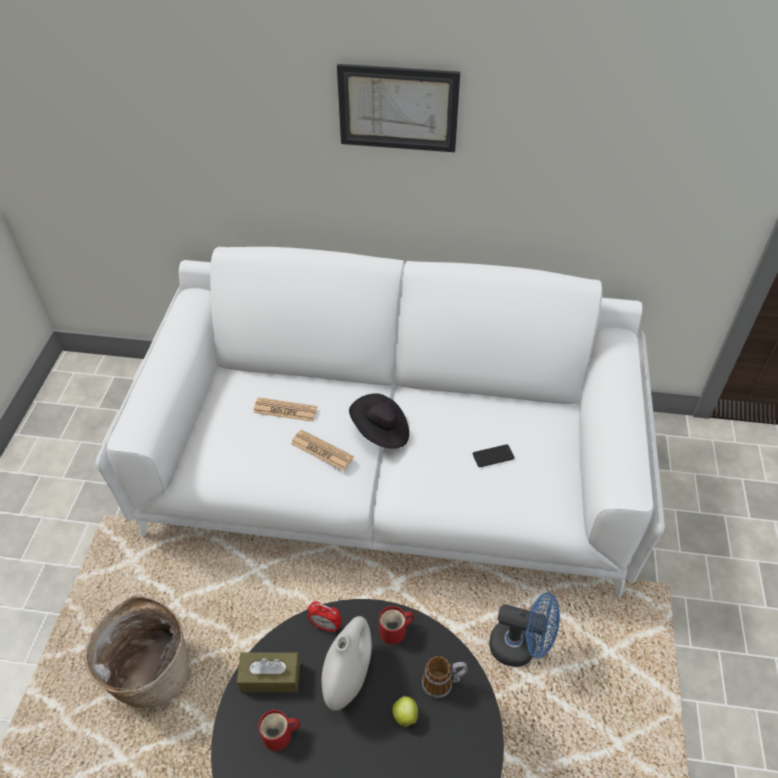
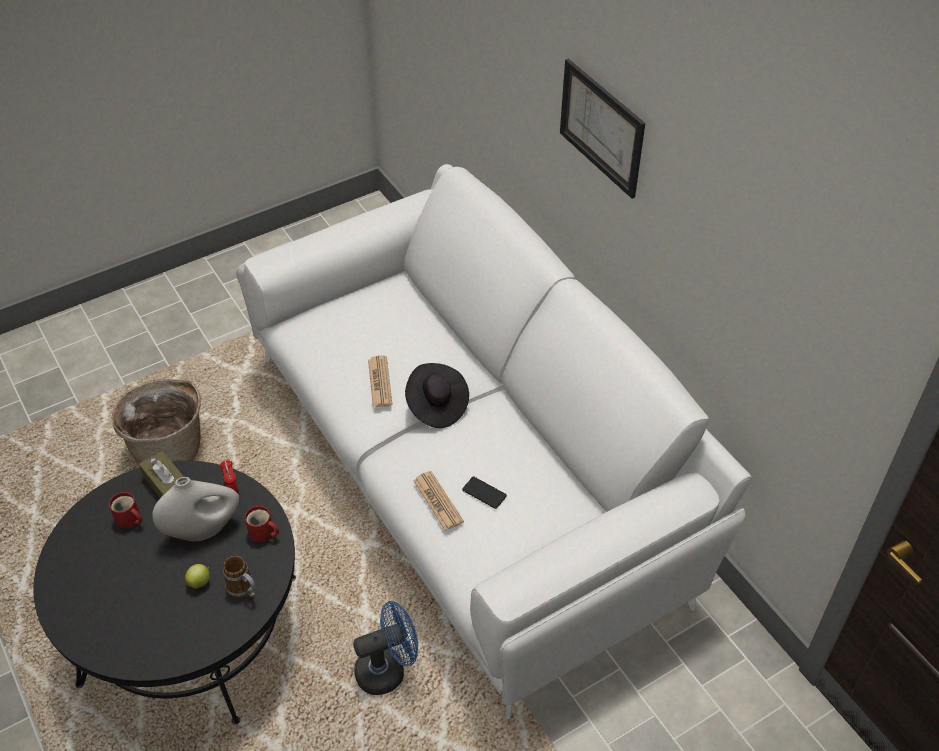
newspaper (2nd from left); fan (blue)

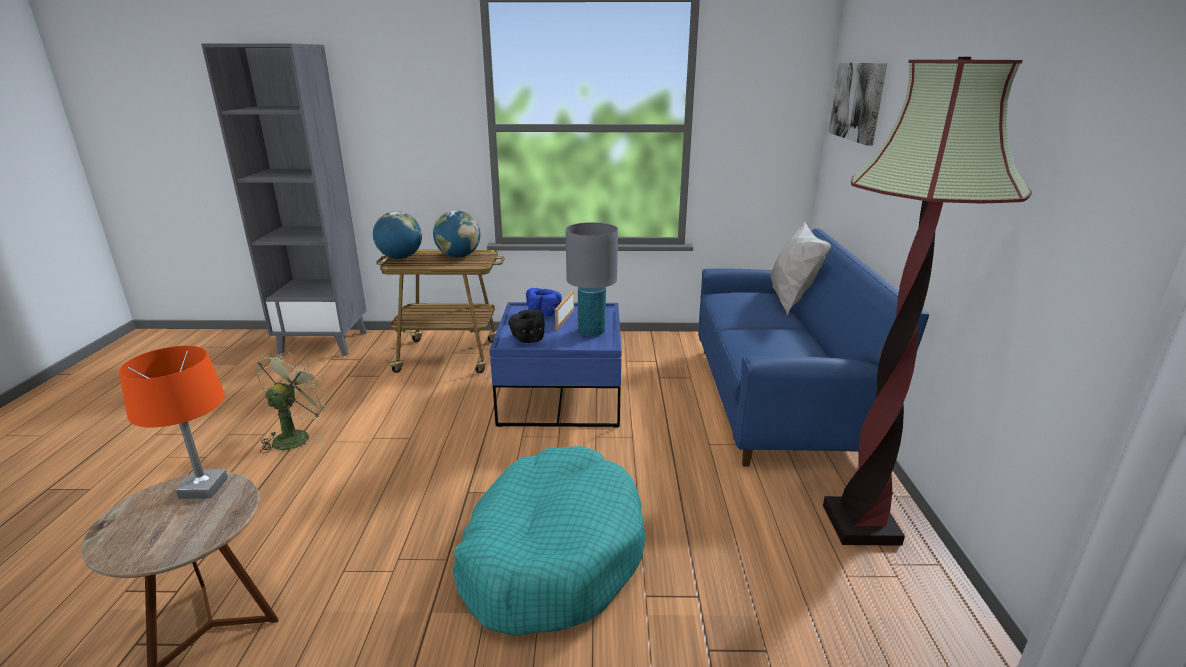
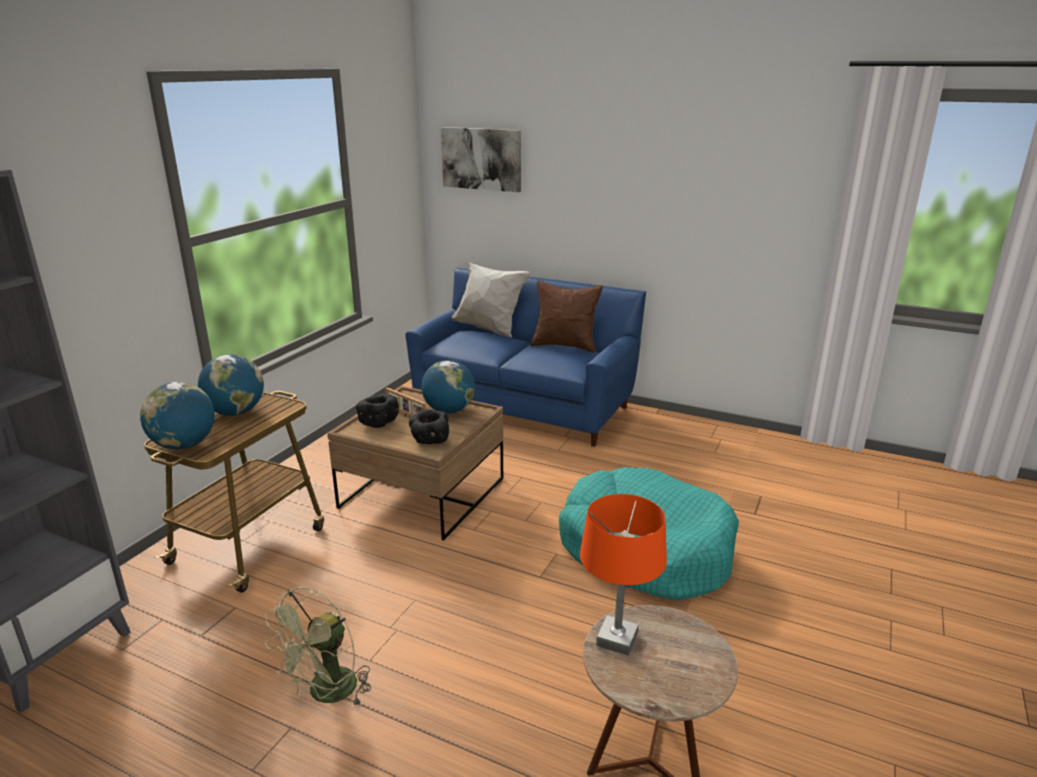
fan (green); coffee table (brown); bowl (black) (1st from left); globe (3rd from left); floor lamp; pillow (brown)

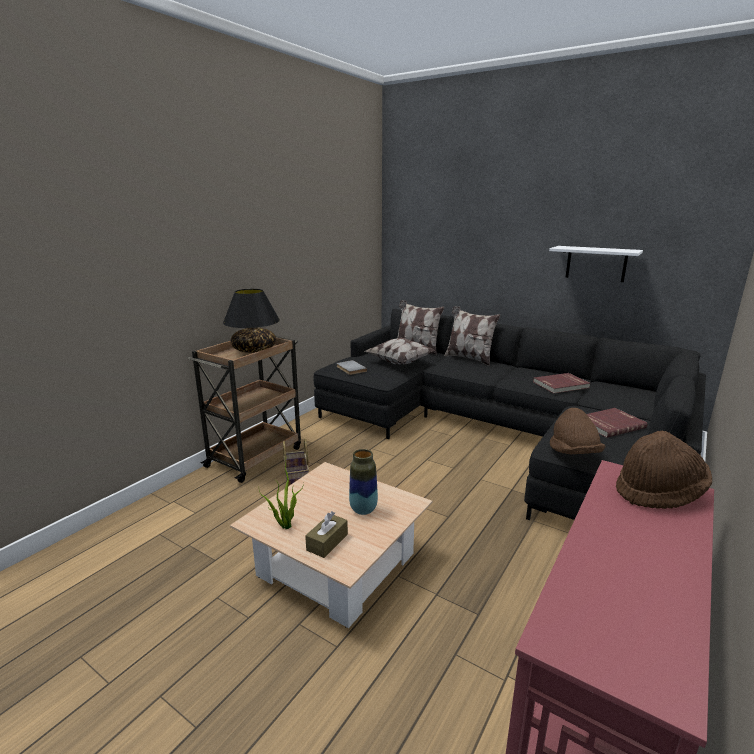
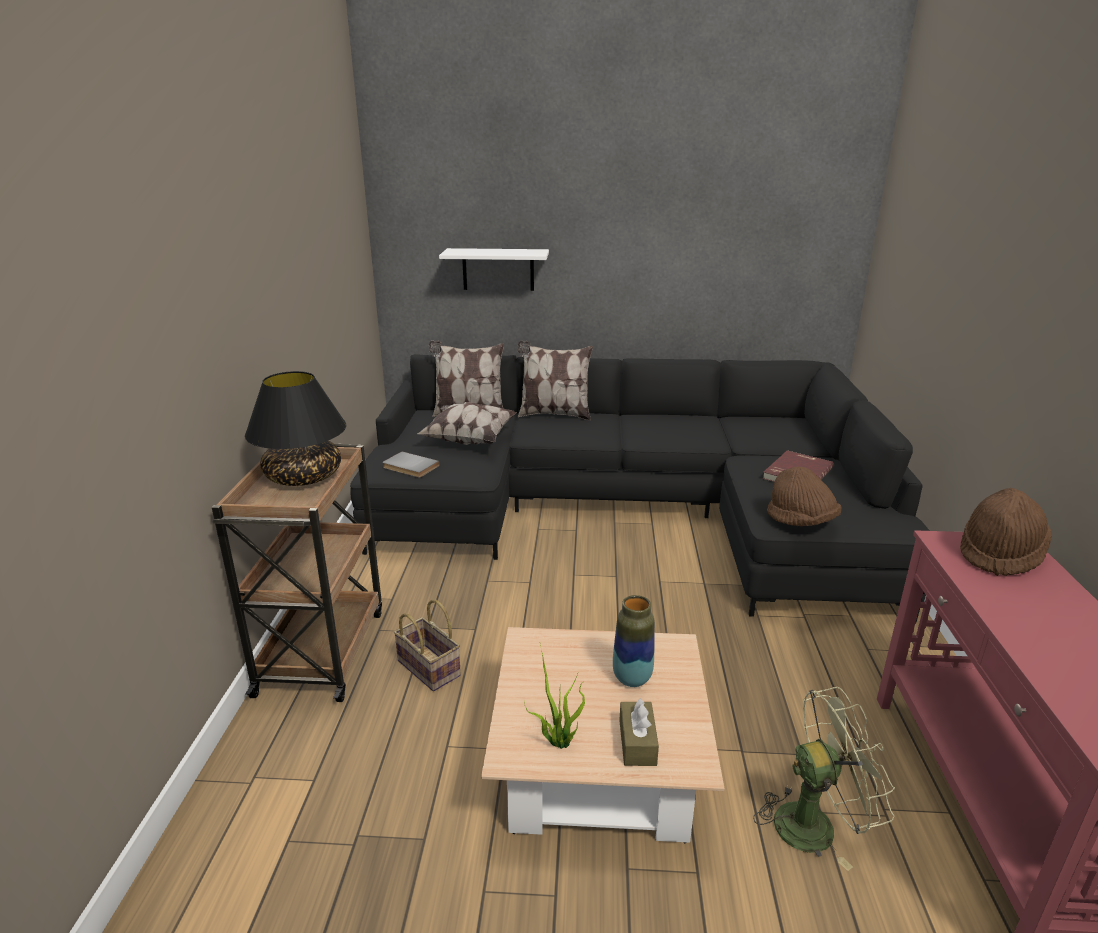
book (red) (1st from left in the first image); shelf (white); fan (green)

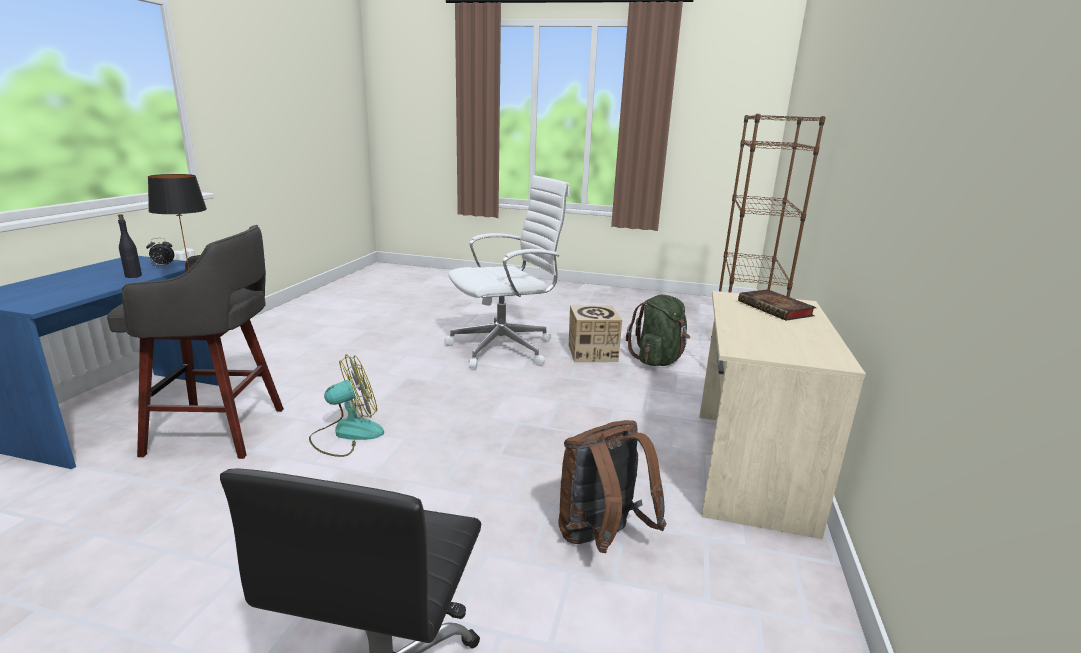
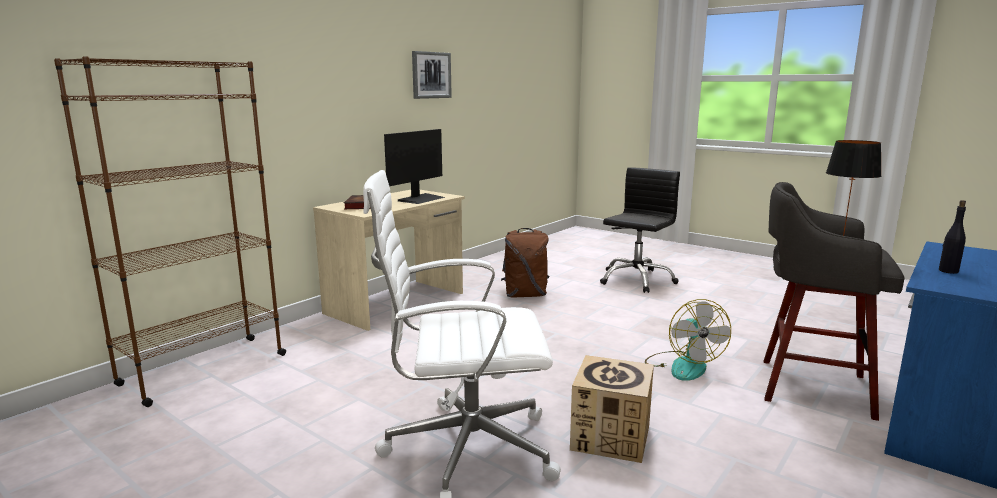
alarm clock; fan; cardboard box; backpack (green); monitor; picture

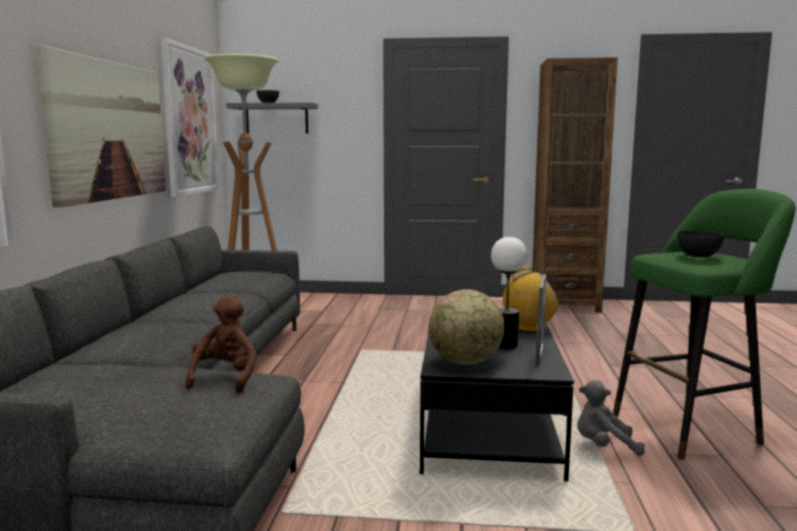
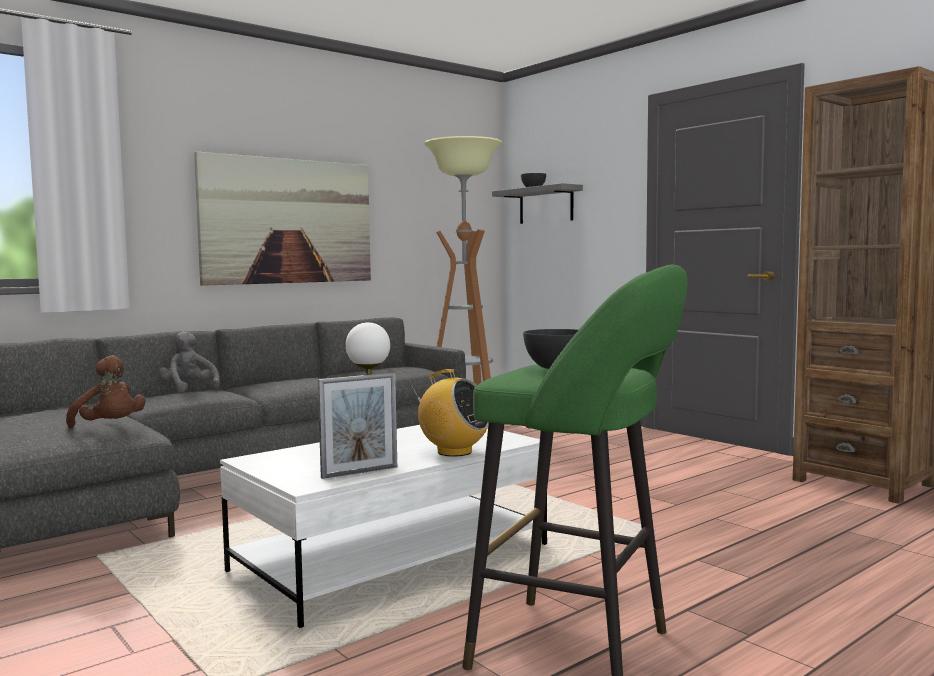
picture (2nd from left in the first image); plush toy (brown); coffee table (white); globe; plush toy (grey)

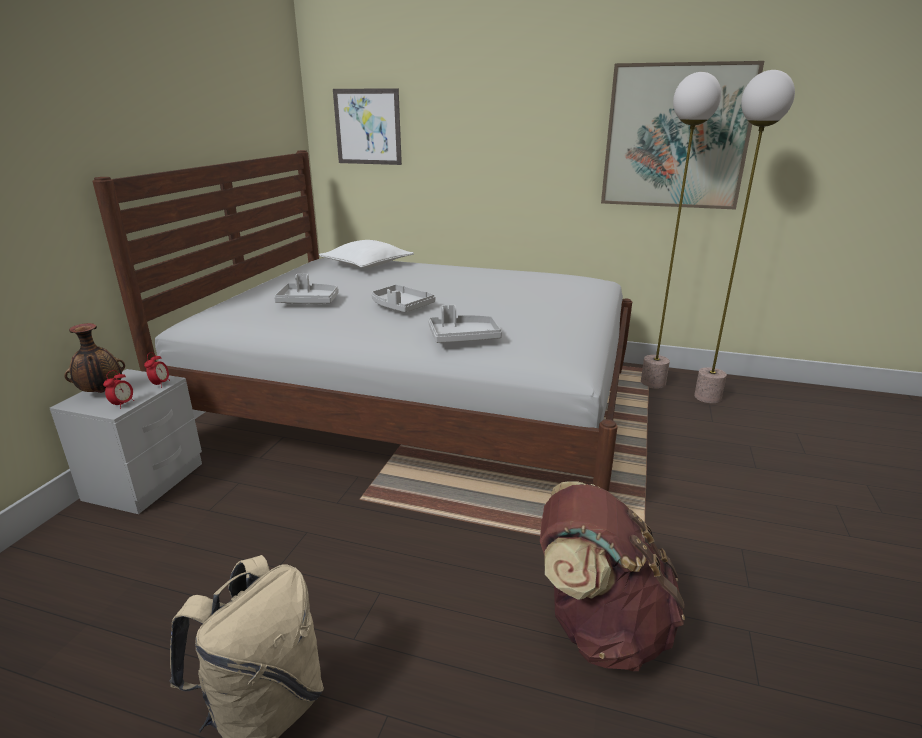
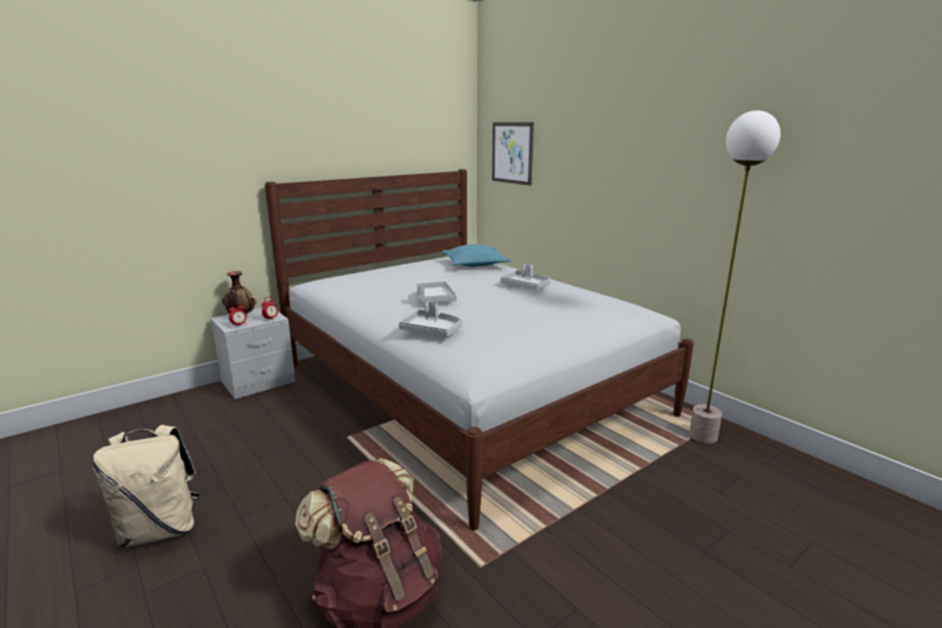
tray (grey) (3rd from left); pillow (turquoise); picture (2nd from left in the first image); floor lamp (2nd from left in the first image)

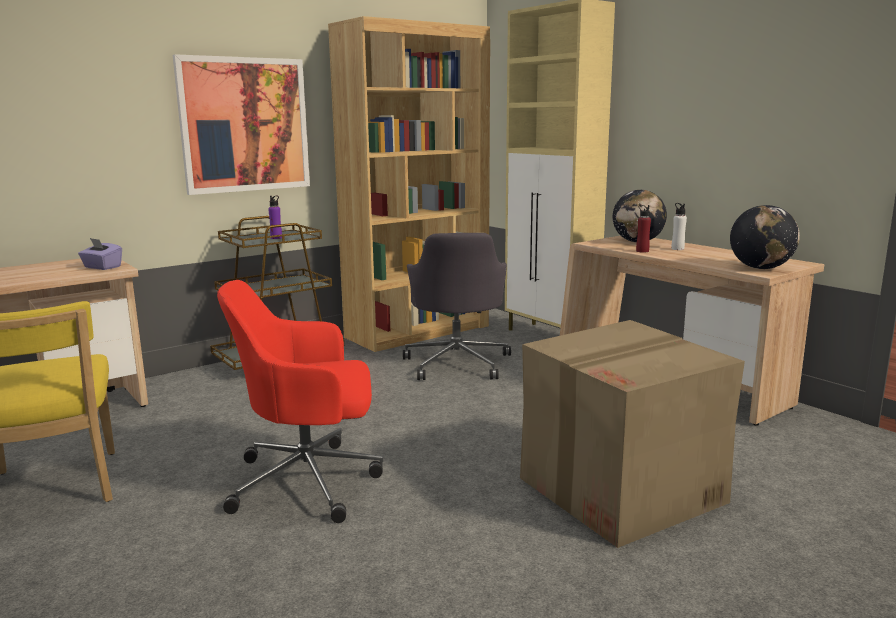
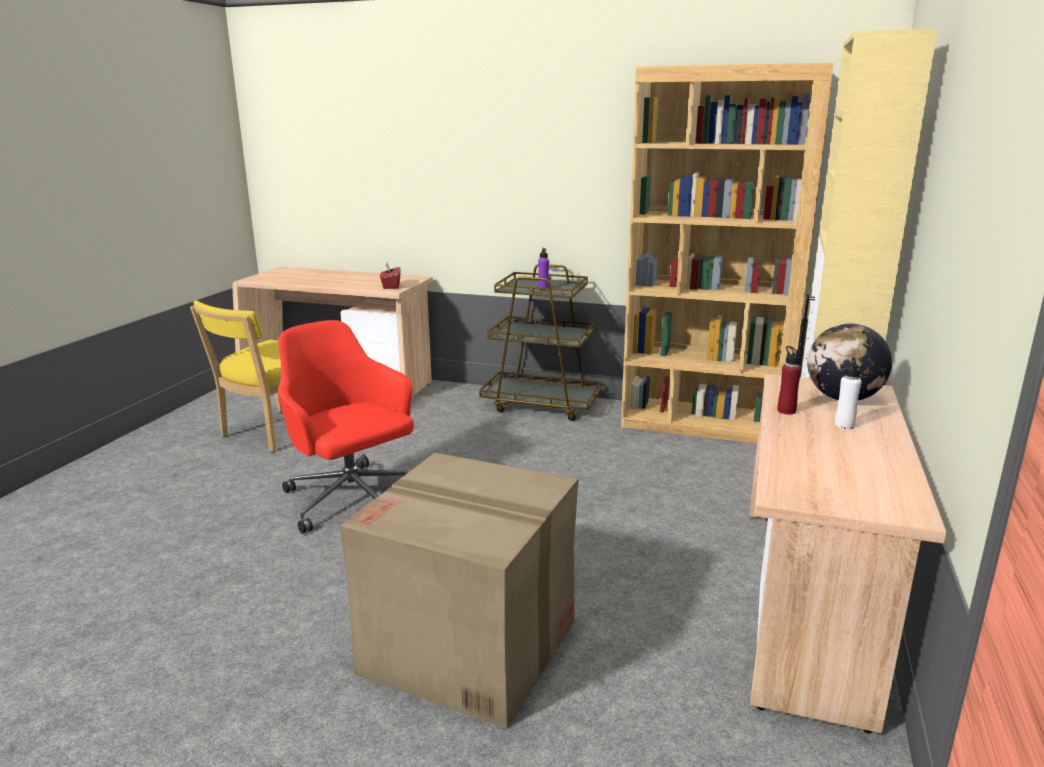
tissue box (red); picture; office chair (grey); globe (2nd from left in the first image)

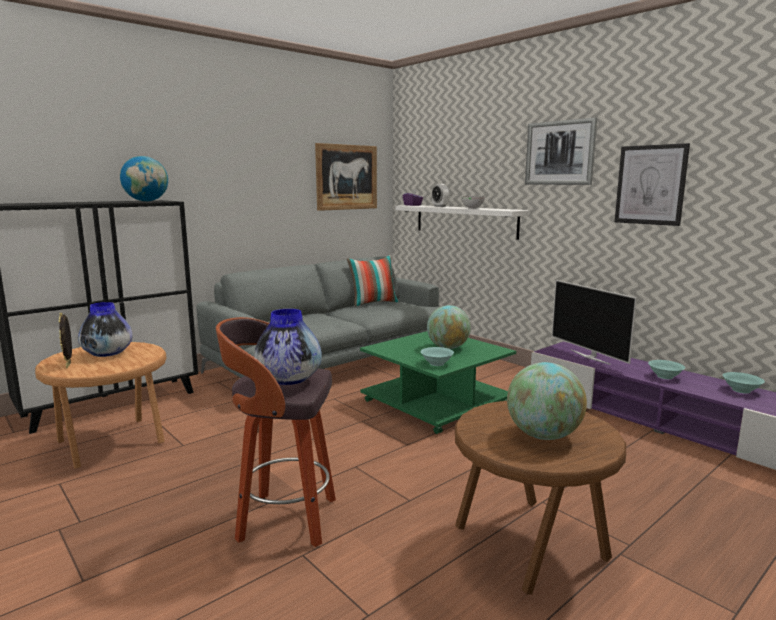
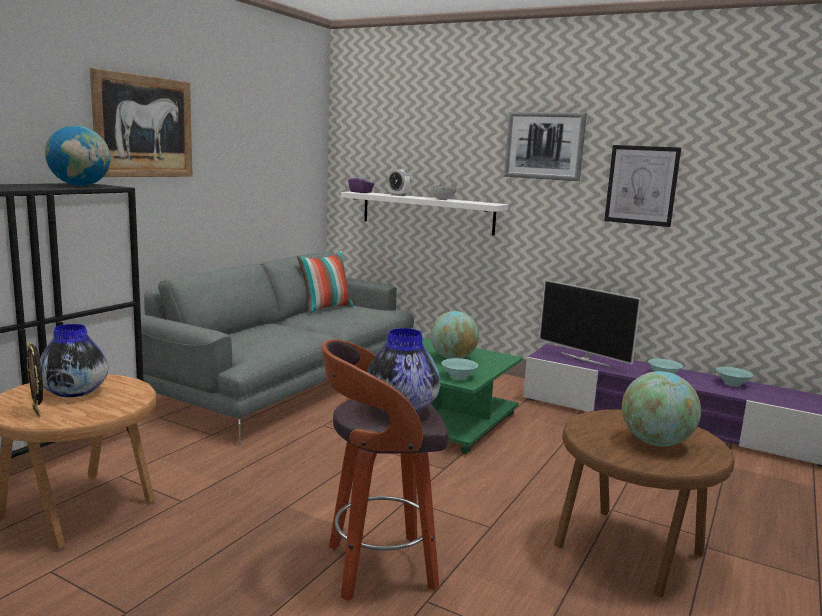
picture (1st from left)

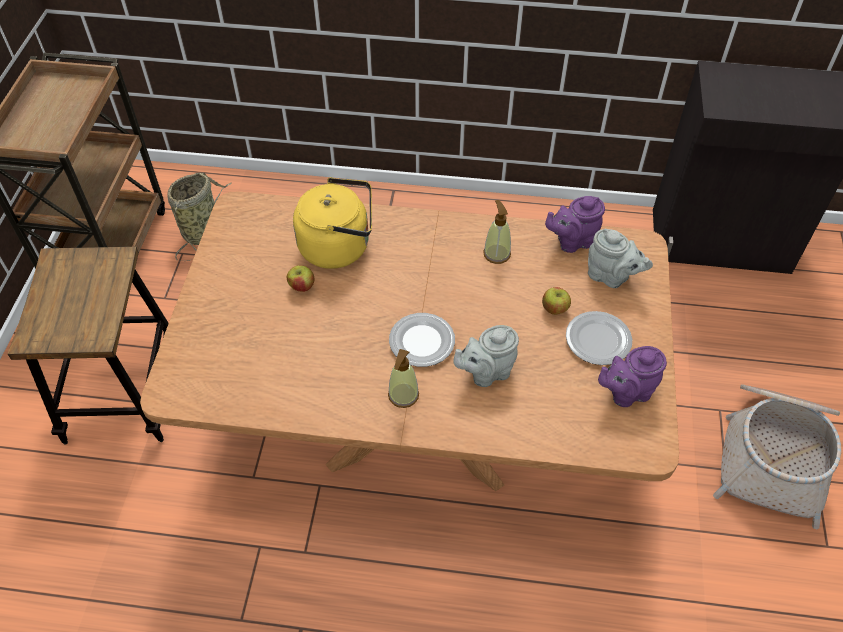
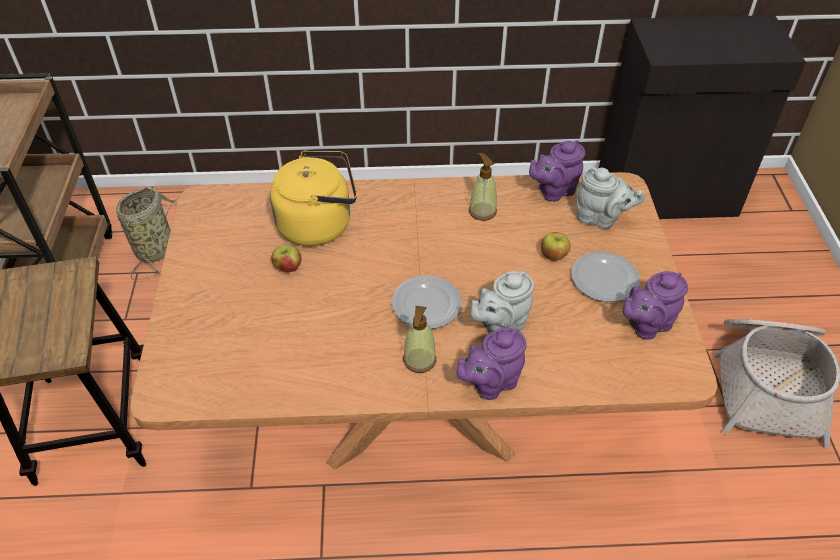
teapot (purple) (1st from left)

